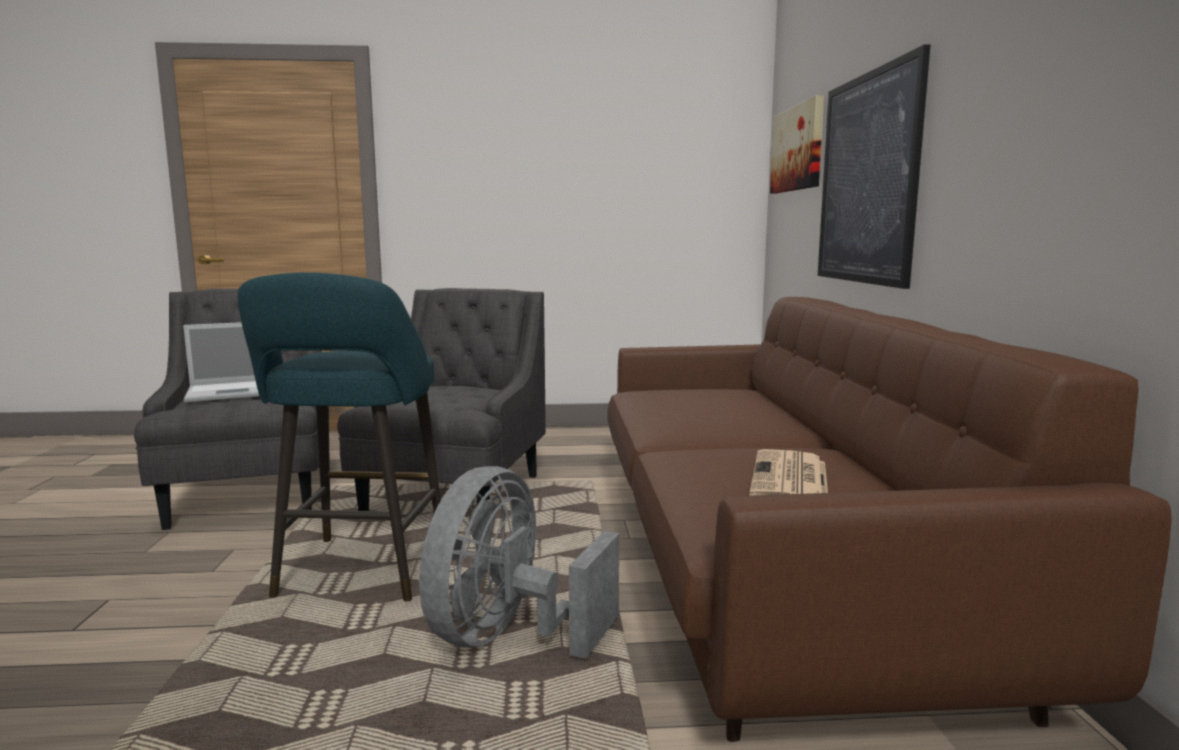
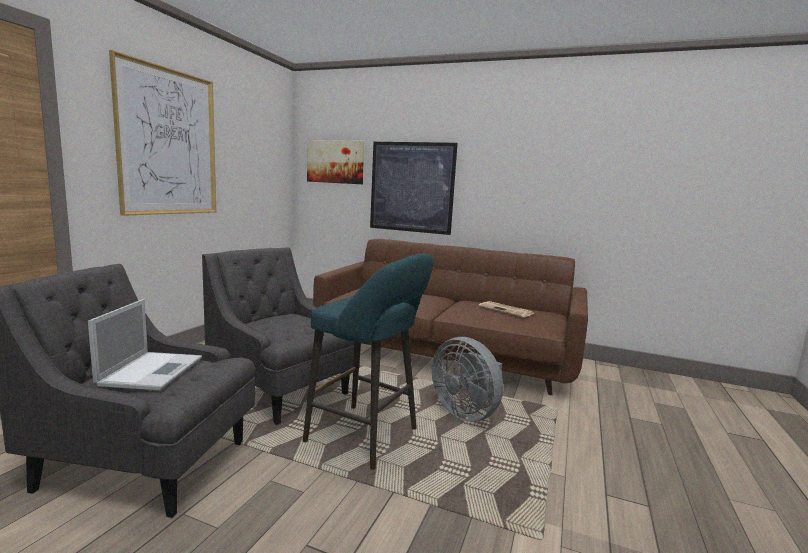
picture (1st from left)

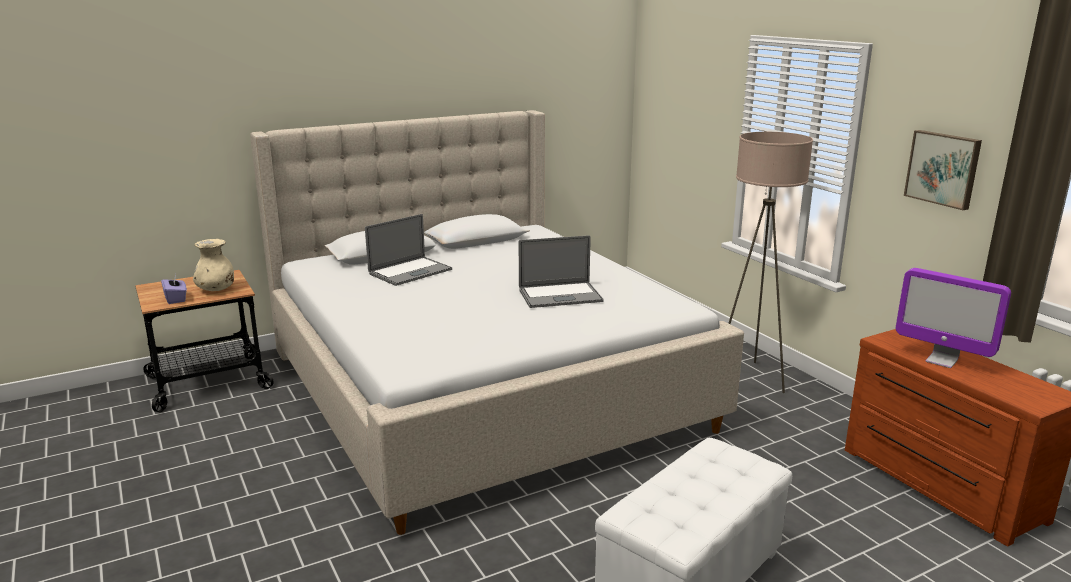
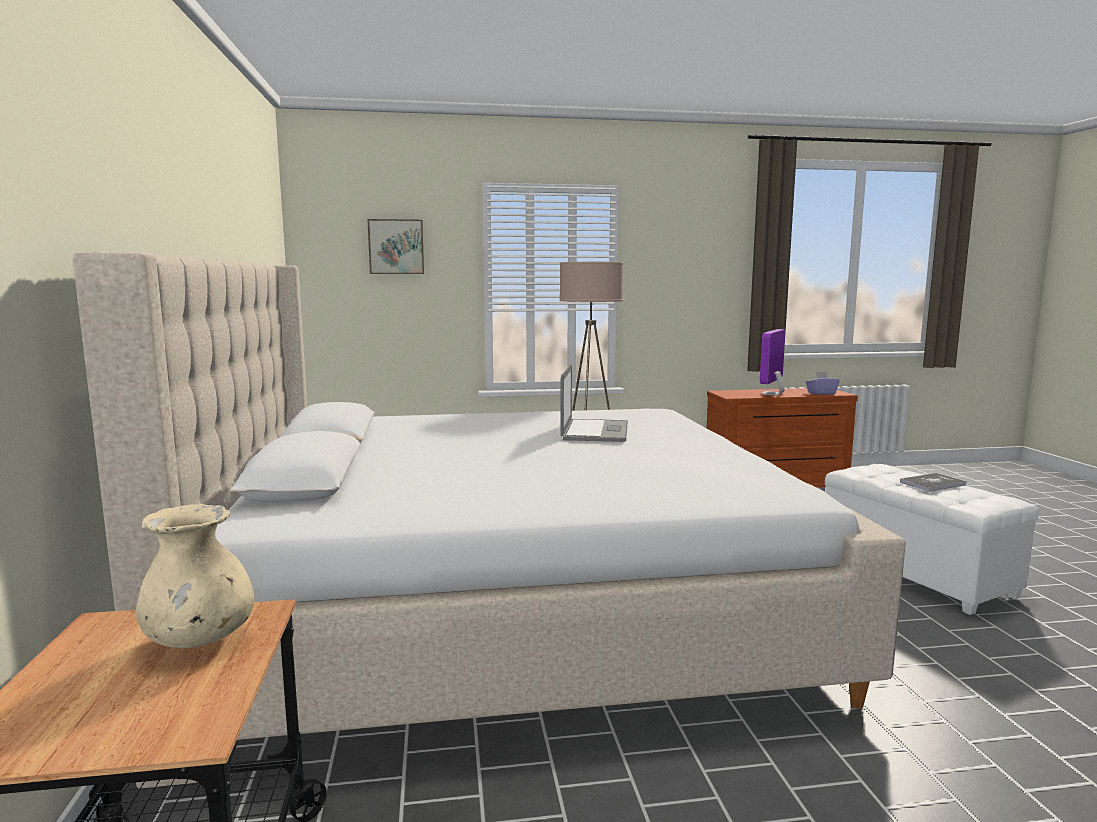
tissue box (purple); laptop (1st from left in the first image); monitor; picture; book

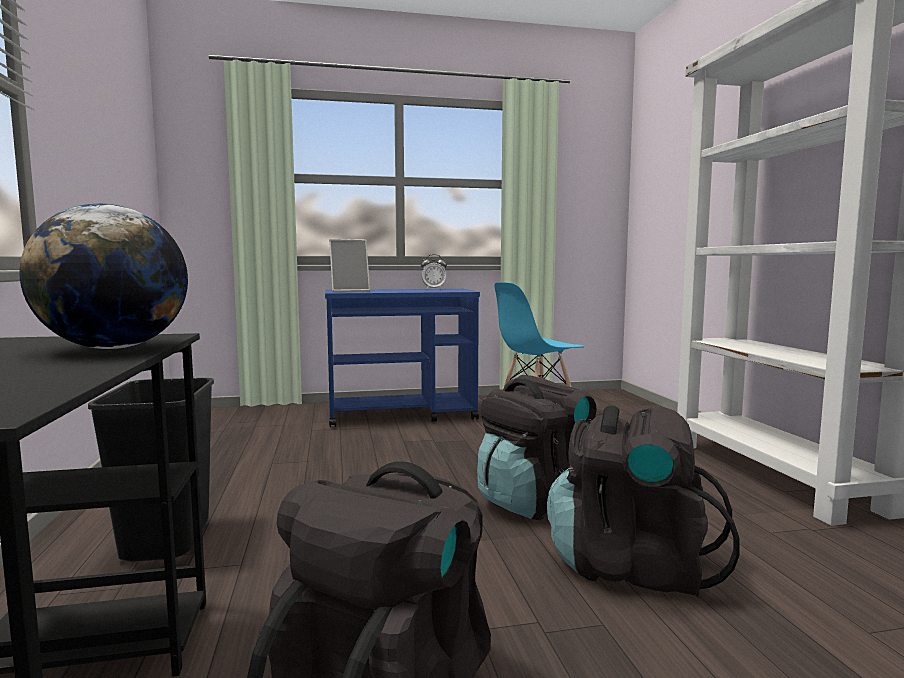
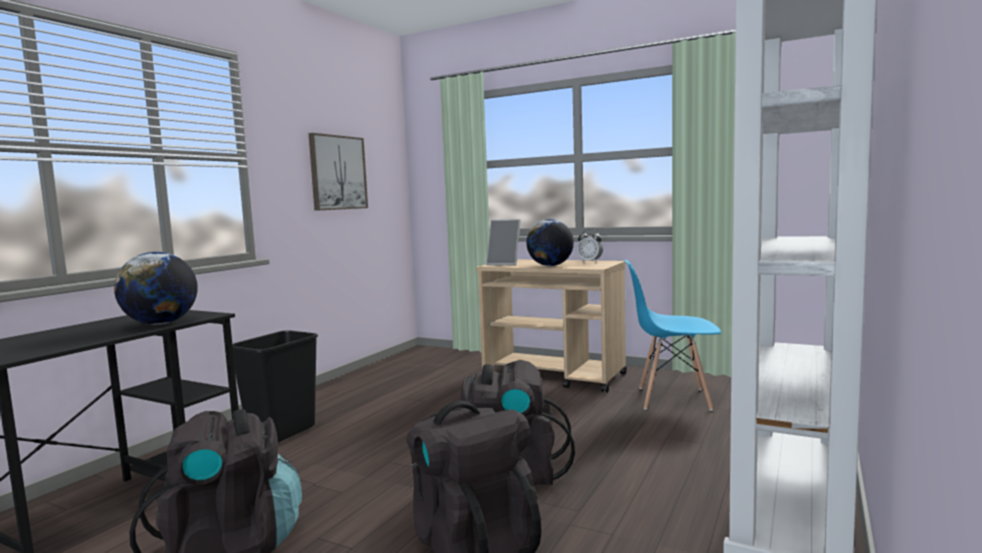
cart (beige); picture; globe (2nd from left)

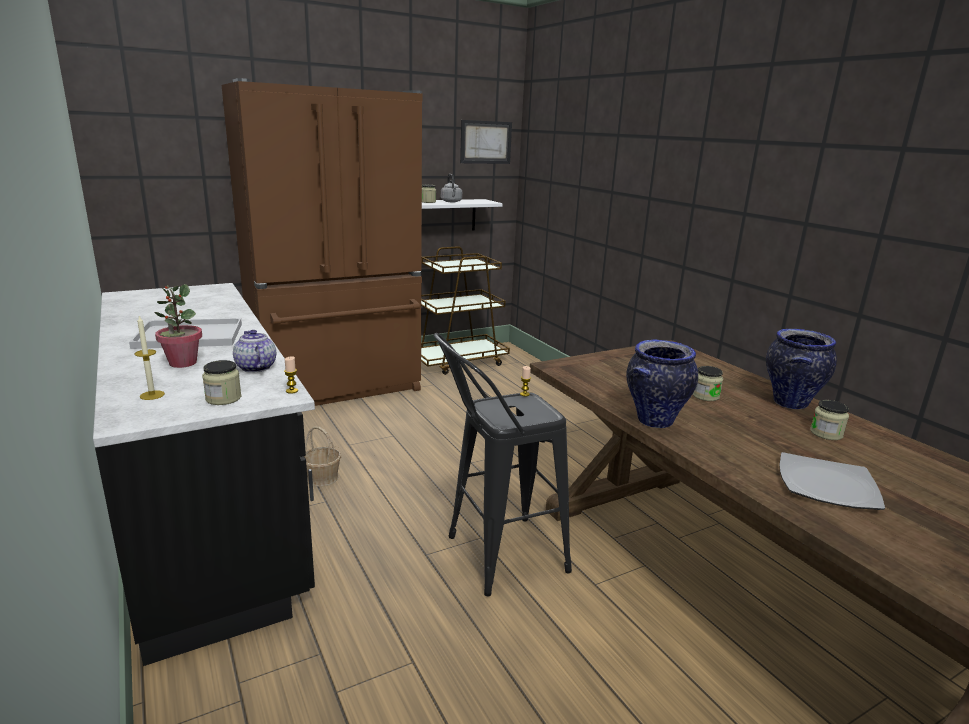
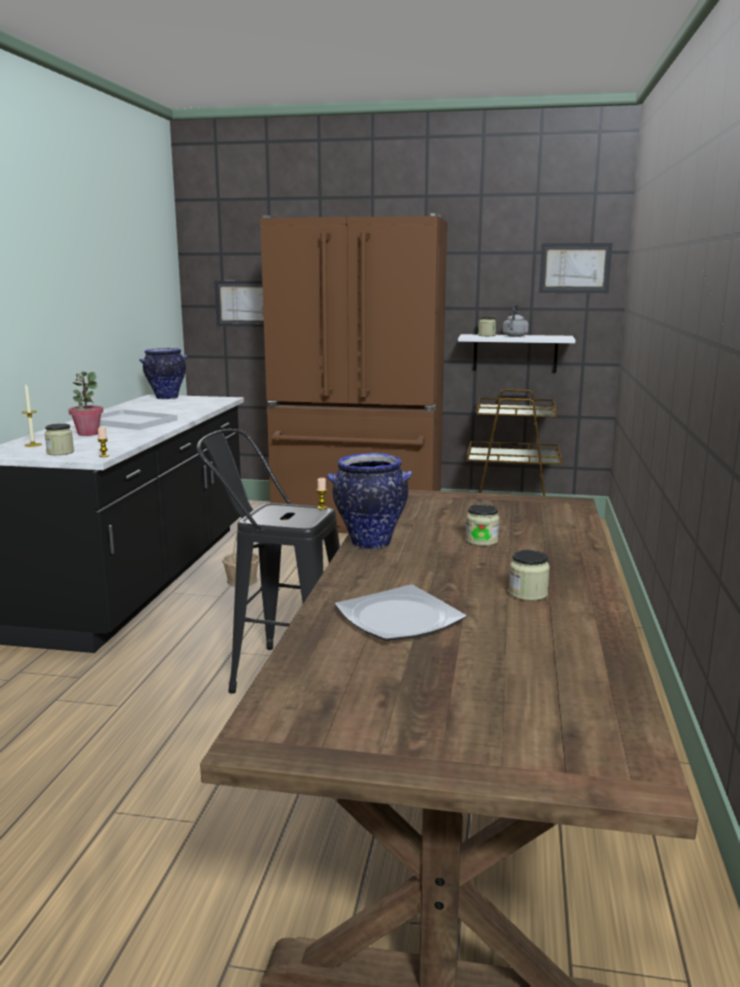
teapot; vase (1st from left); picture (1st from left)

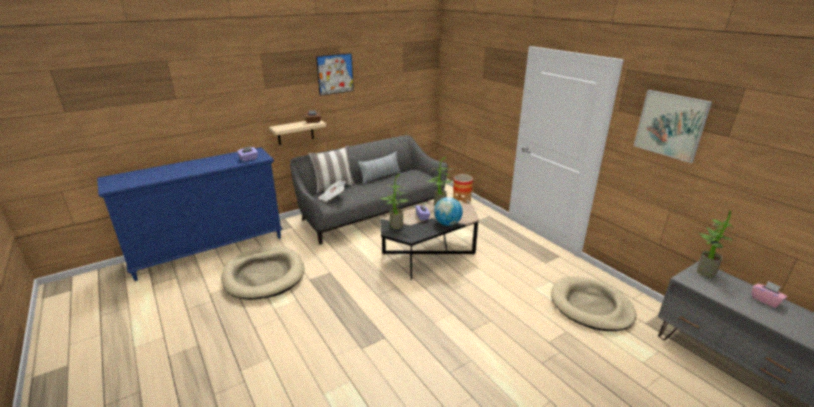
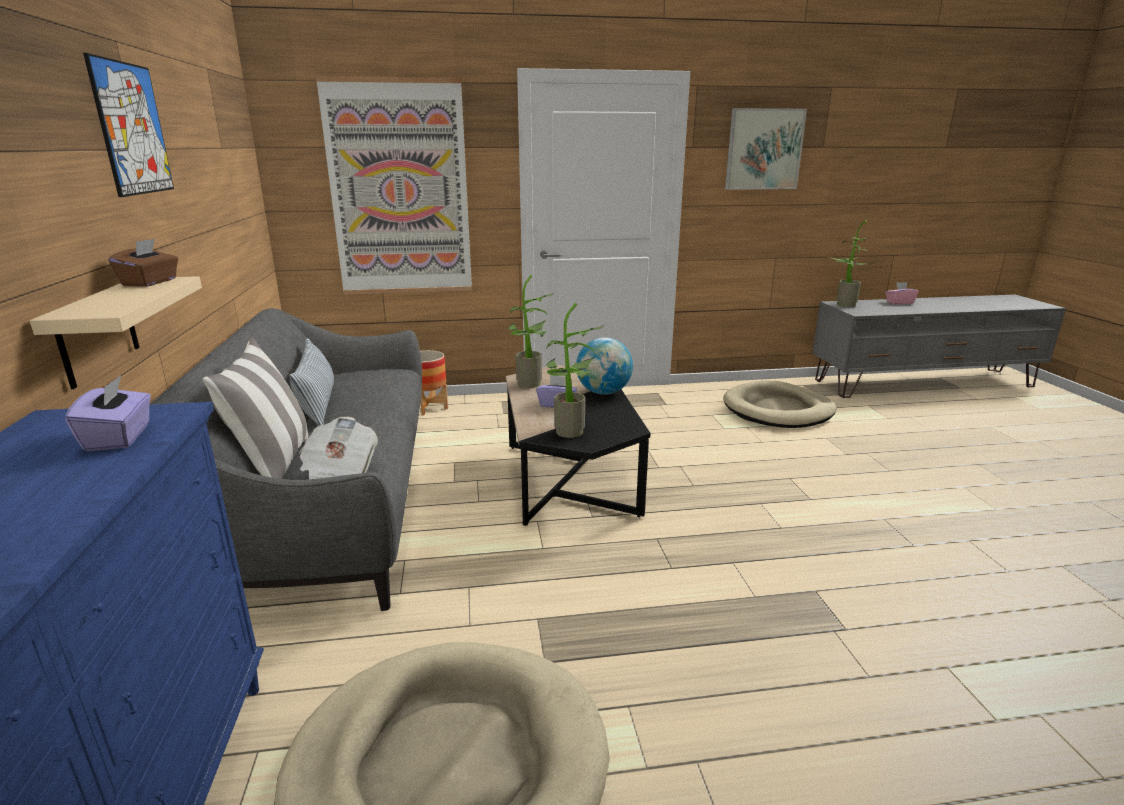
picture (2nd from left)

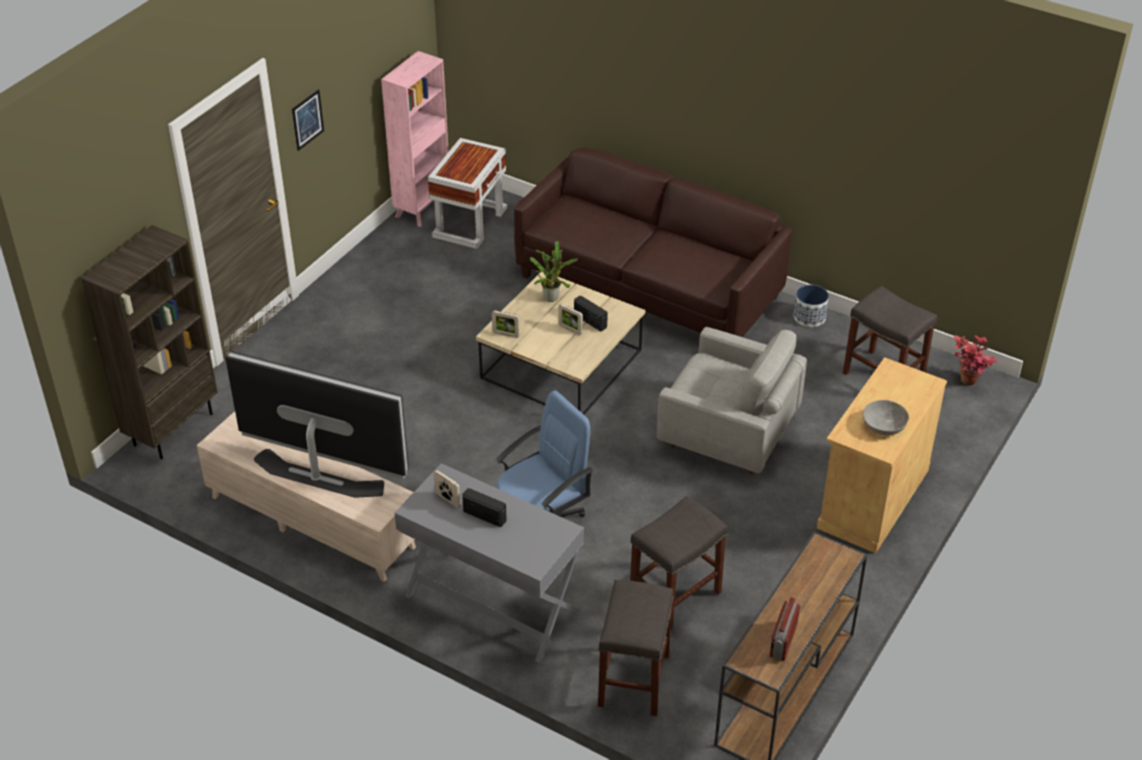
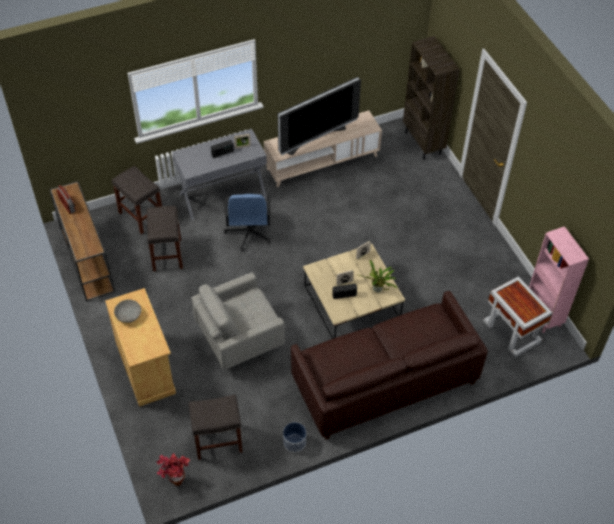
picture

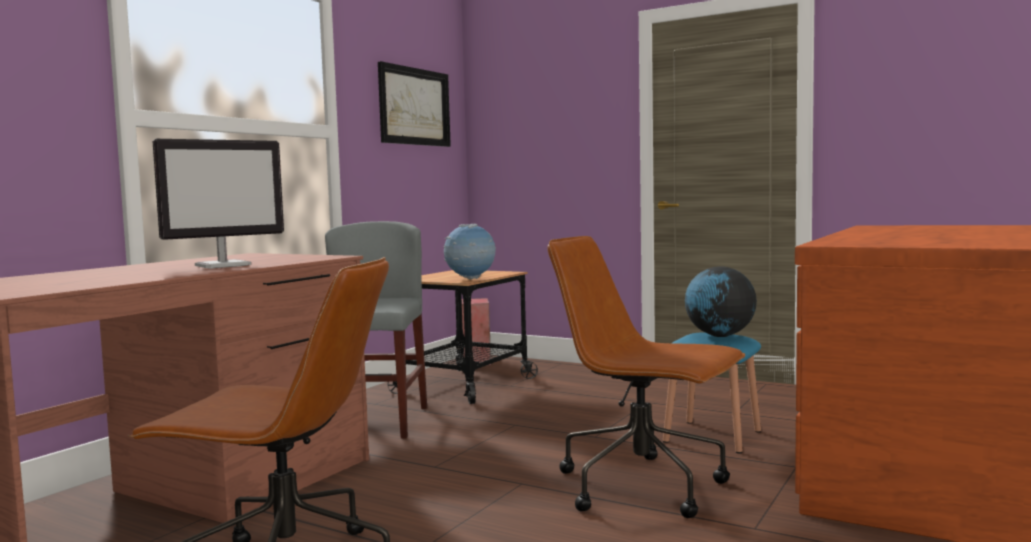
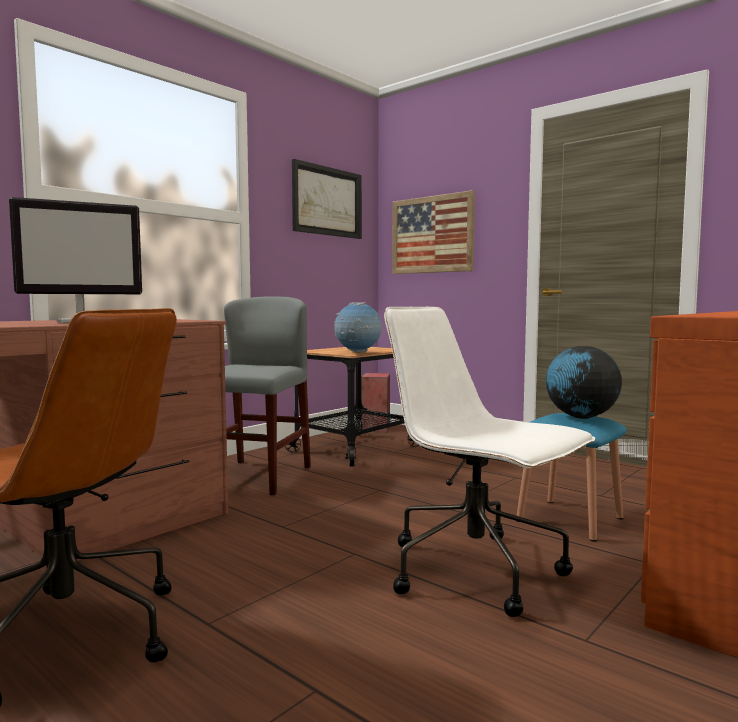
office chair (white); picture (2nd from left)

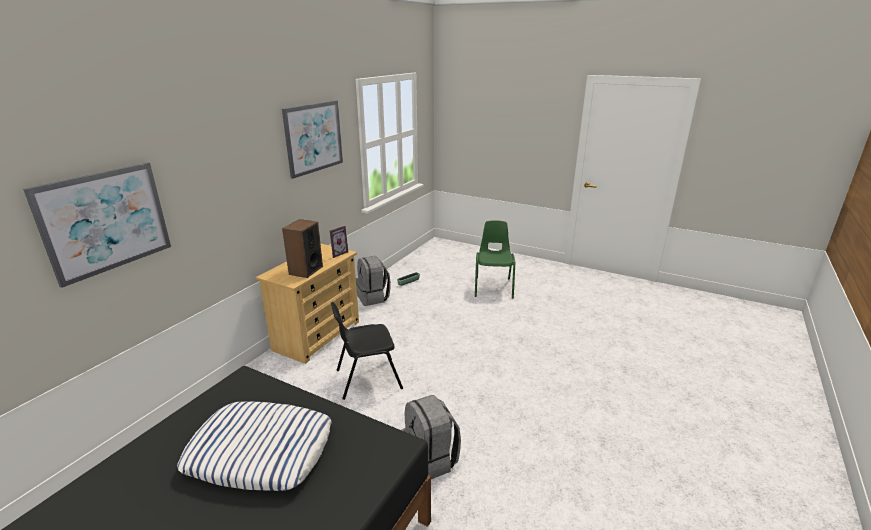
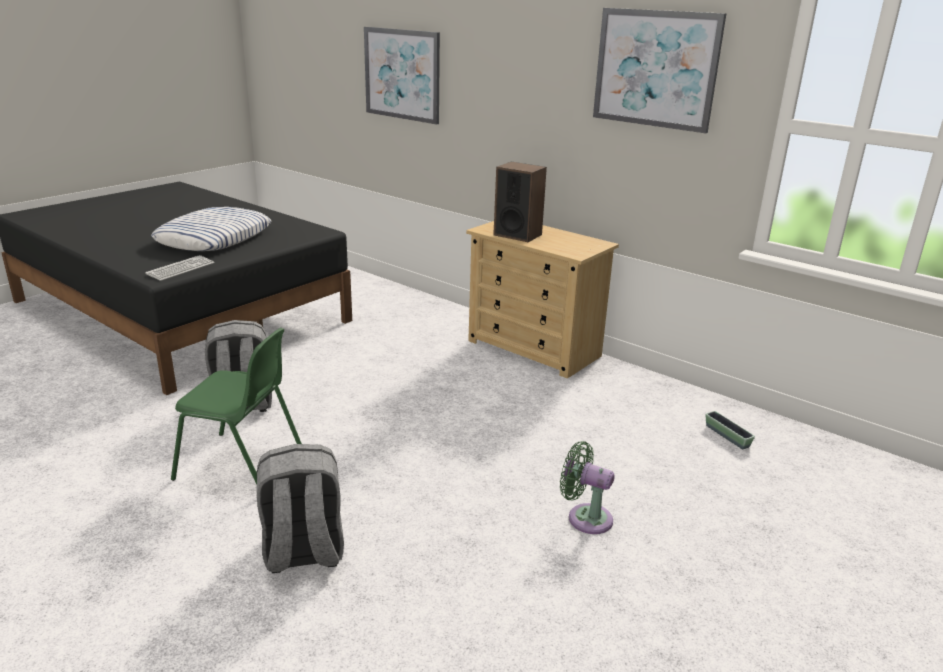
picture frame; chair (black); backpack (grey) (2nd from left); chair (green); keyboard; fan (green)

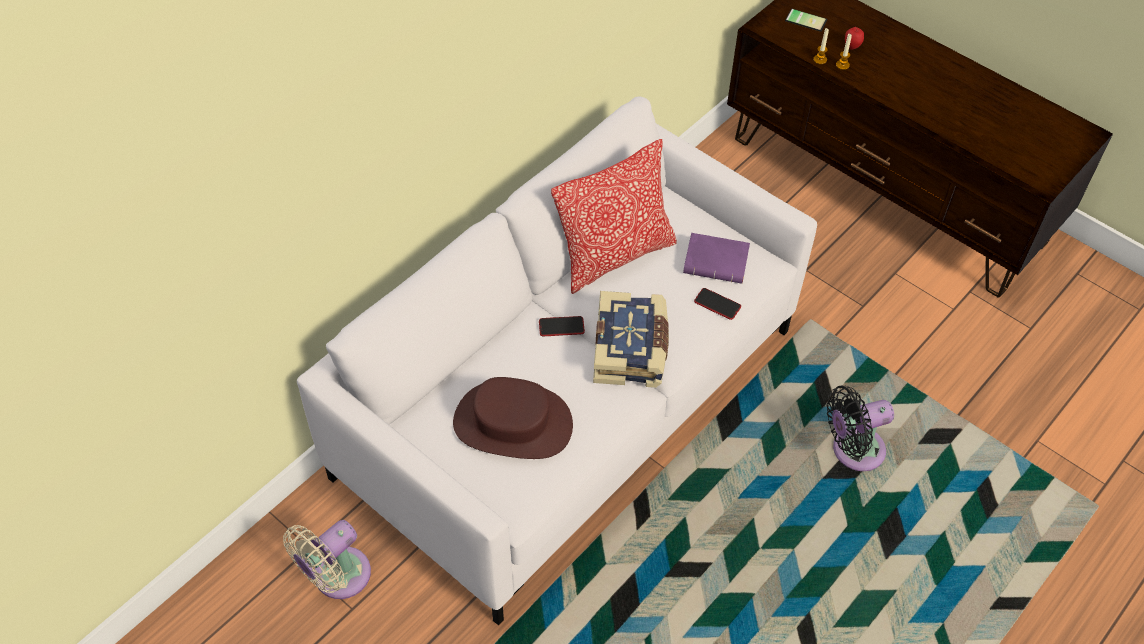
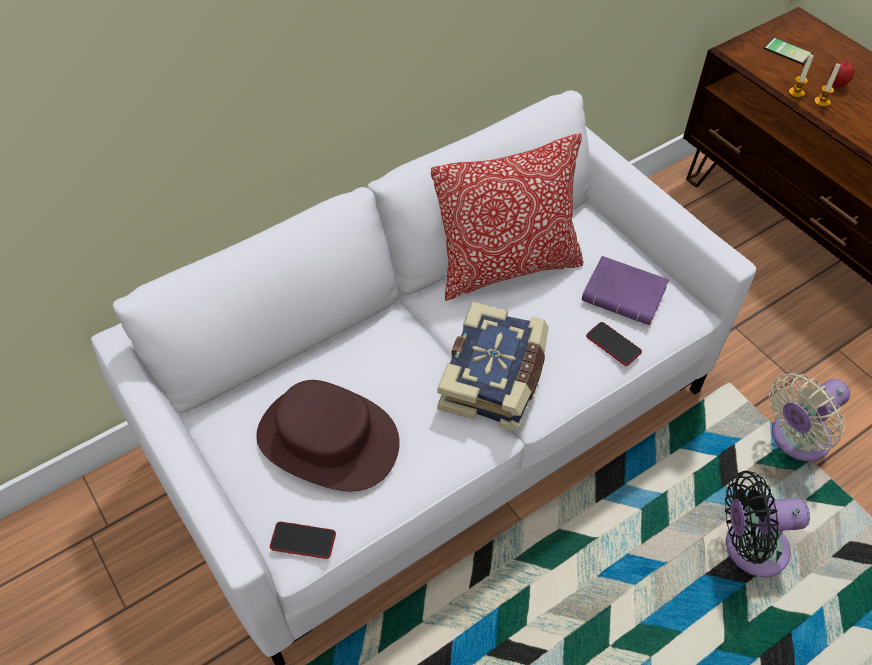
fan (beige); phone (1st from left)

